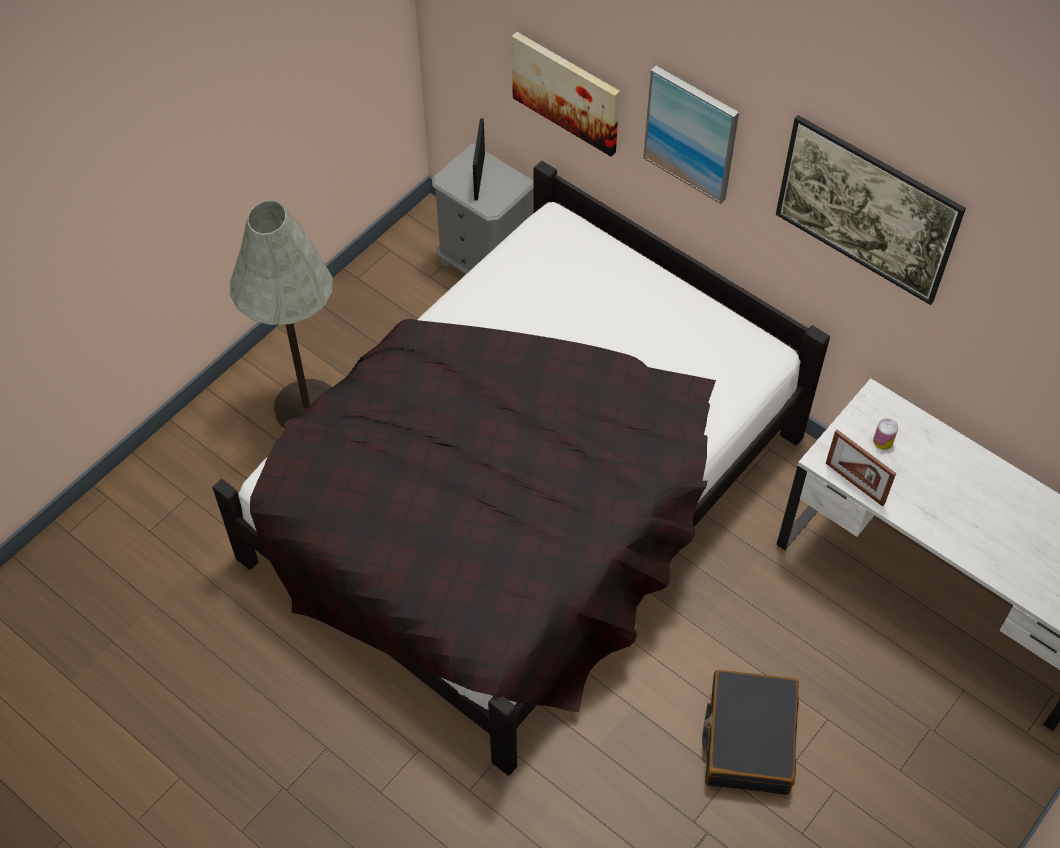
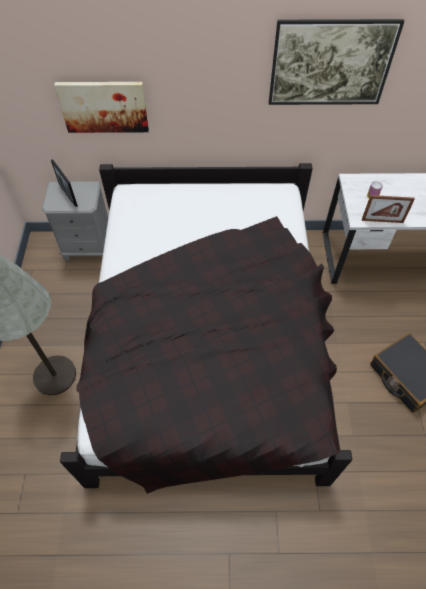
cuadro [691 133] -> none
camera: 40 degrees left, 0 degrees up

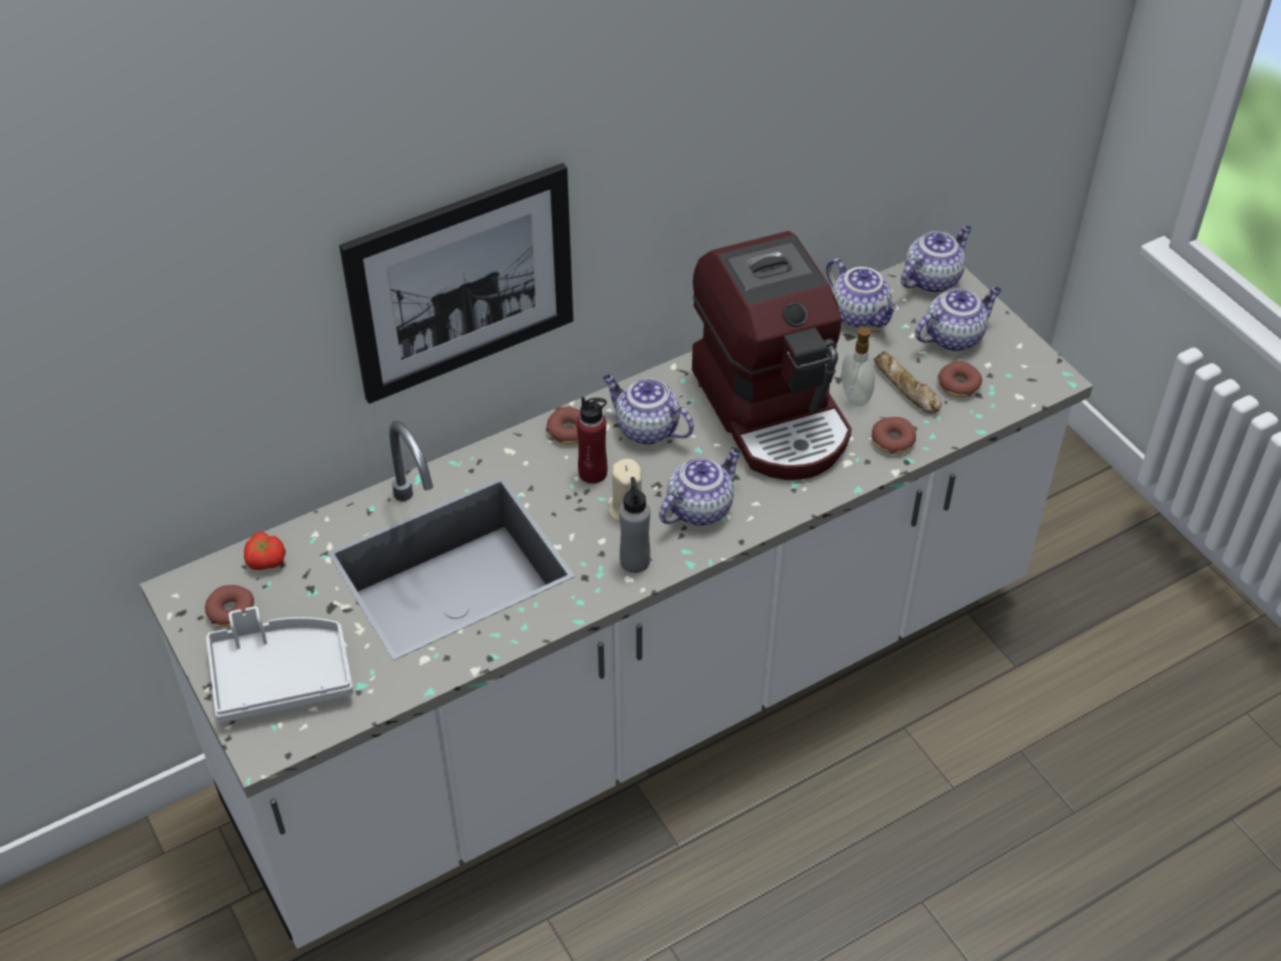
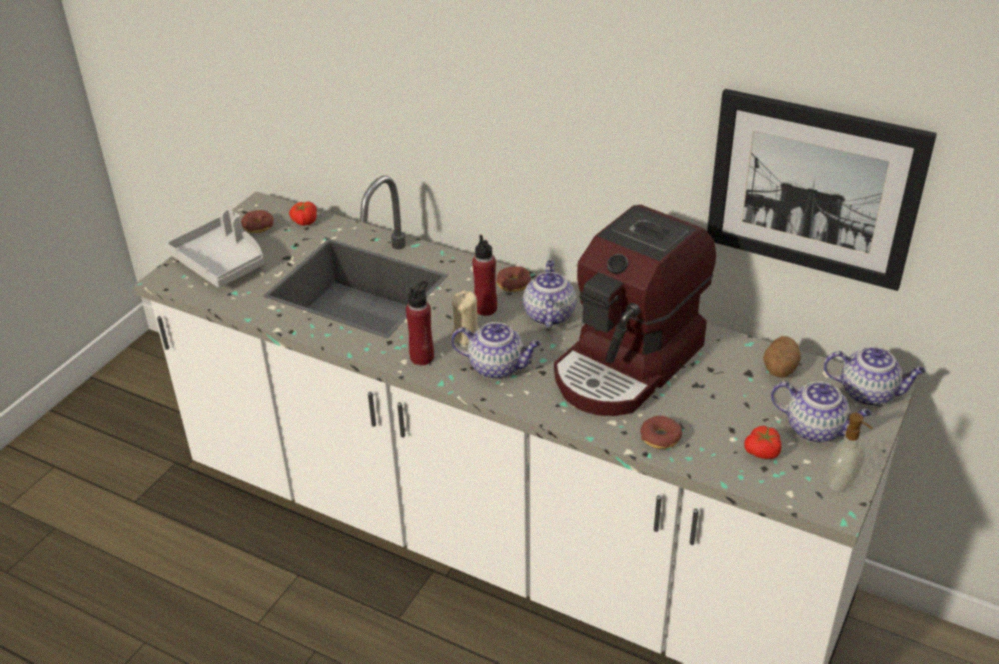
cuadro [462 283] -> cuadro [813 189], shifted
botella/gris [635 561] -> botella/rojo [422 357]
tetera [860 315] -> patata [779 370]
dispensador de jabón [856 396] -> dispensador de jabón [842 483], shifted
pan [906 388] -> none
rosquilla [959 385] -> tomate [763 452]
camera: 60 degrees right, 10 degrees down

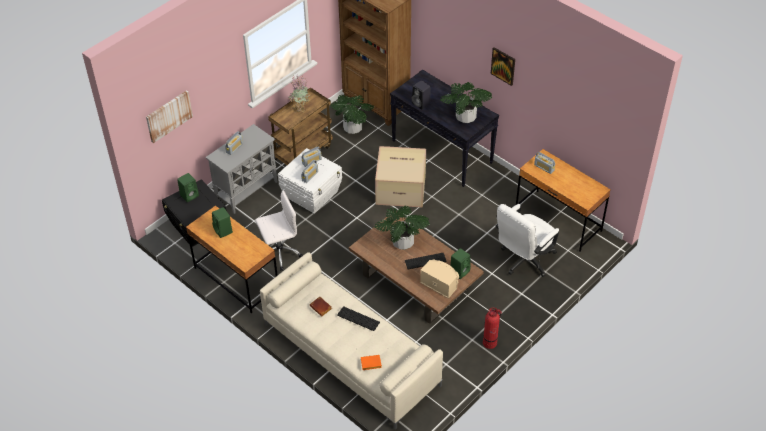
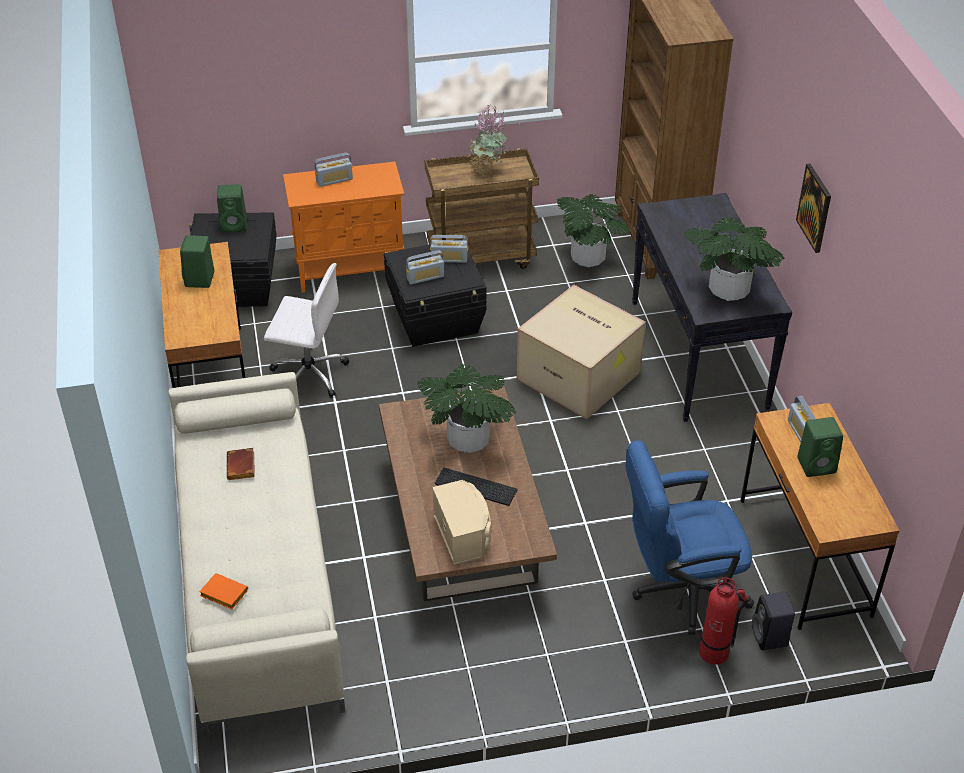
cuadro [168 116] -> none
armario/gris [247 190] -> armario/naranja [351 270]
caja de almacenaje/blanco [312 194] -> caja de almacenaje/negro [436 319]
teclado [357 319] -> none
altavoz/negro [421 103] -> altavoz/negro [770 637], shifted
altavoz/verde [460 271] -> altavoz/verde [817 465], shifted
extintor [490 342] -> extintor [715 652], shifted
silla de oficina/blanco [524 261] -> silla de oficina/azul [679 590]
camera: 35 degrees right, 5 degrees down

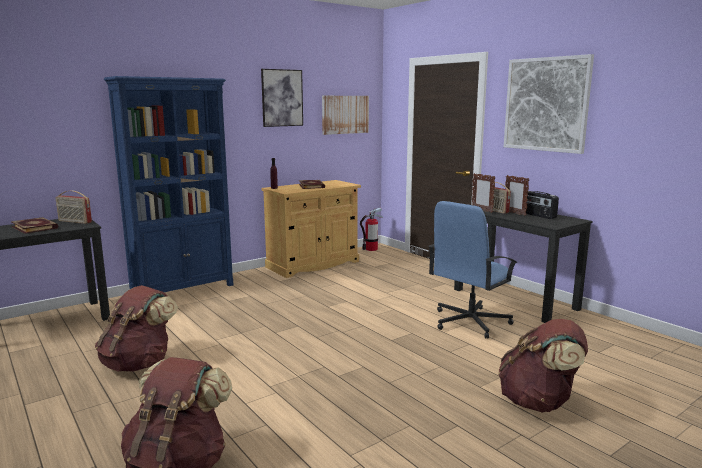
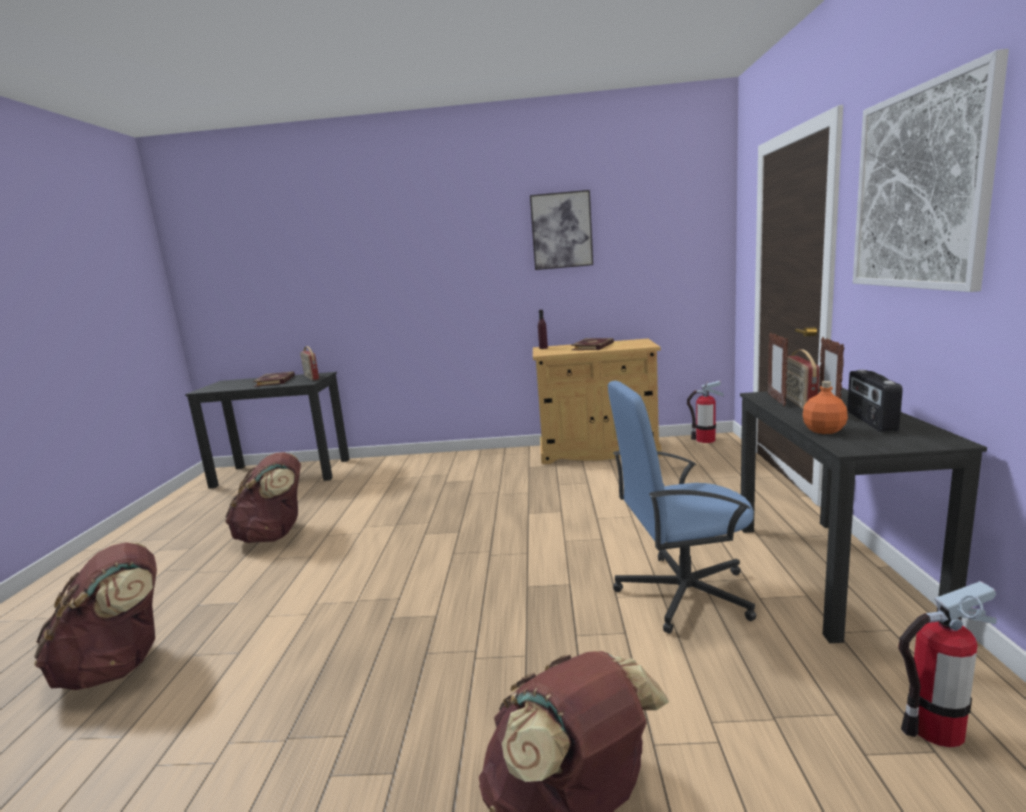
estantería/azul [183 289] -> none
cuadro [345 114] -> none
none -> botella/naranja [823 430]
none -> extintor [935 728]
camera: 40 degrees right, 0 degrees up

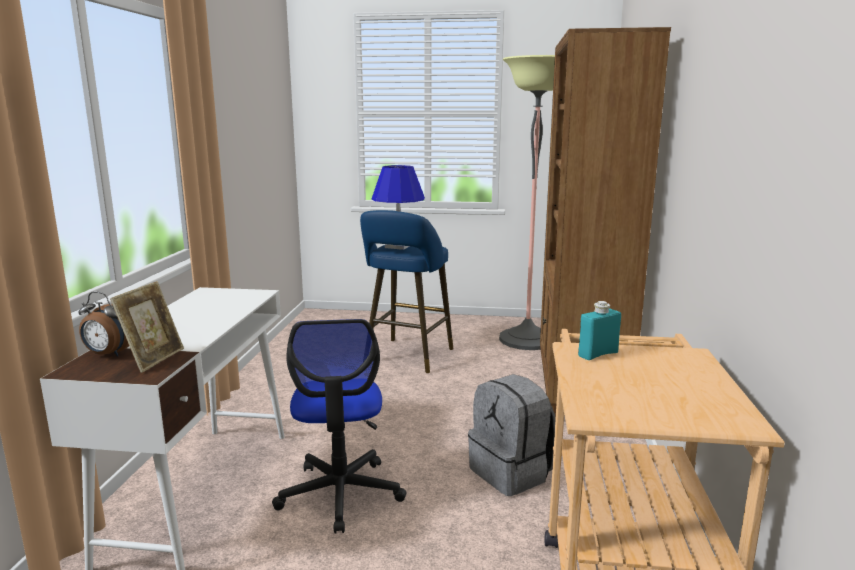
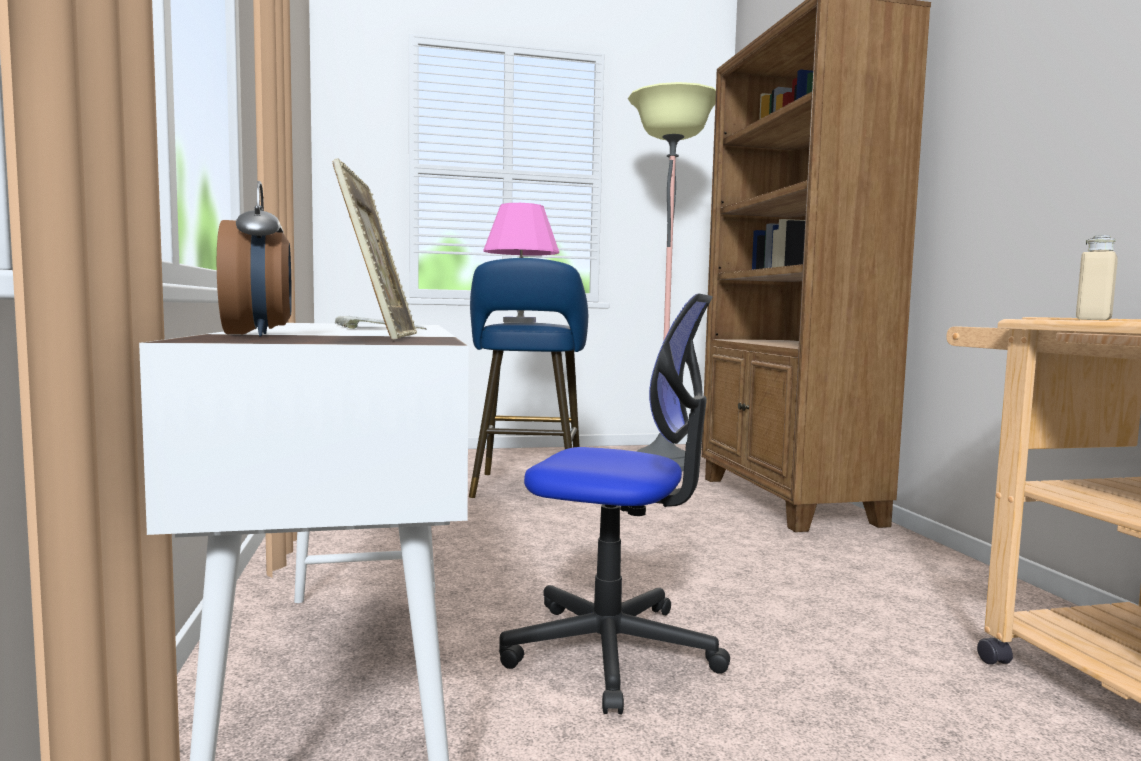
despertador [108 354] -> despertador [258 335], 105 degrees counterclockwise
silla de oficina [340 494] -> silla de oficina [612 650], 45 degrees counterclockwise
lámpara de mesa/azul [398 246] -> lámpara de mesa/rosa [520 321]
mochila/gris [512 473] -> none
botella/turquesa [598 354] -> botella/beis [1093 320]
none -> teclado [374 326]
camera: 20 degrees left, 10 degrees down

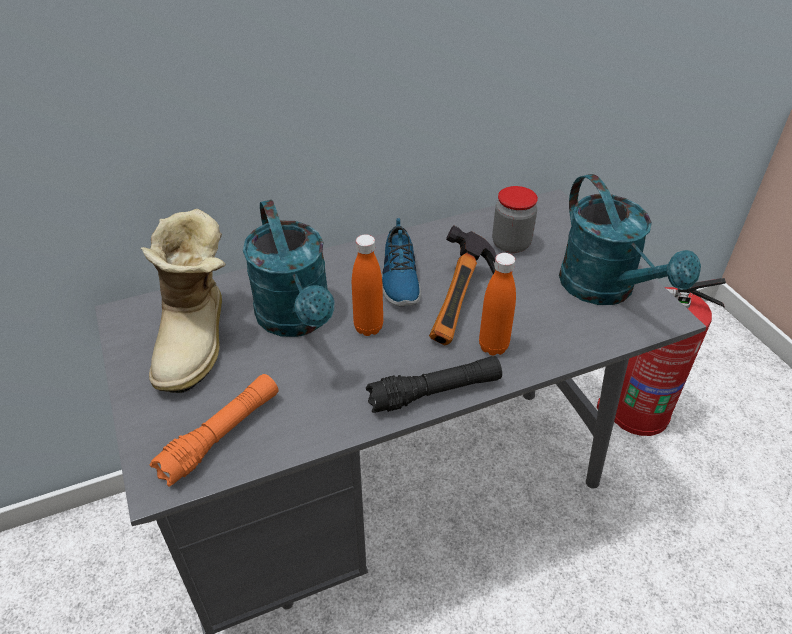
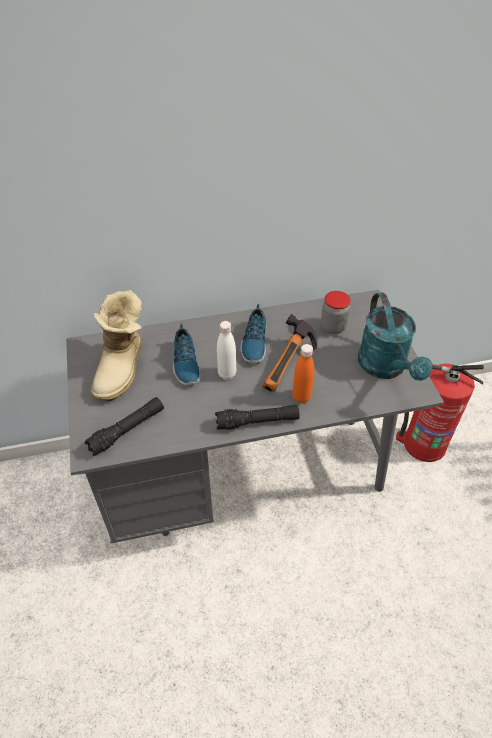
linterna/naranja [221 435] -> linterna/negro [127 430]
regadera/turquesa [298 320] -> zapato [185 363]
botella/naranja [368 327] -> botella/blanco [227 374]
camera: 10 degrees right, 5 degrees up

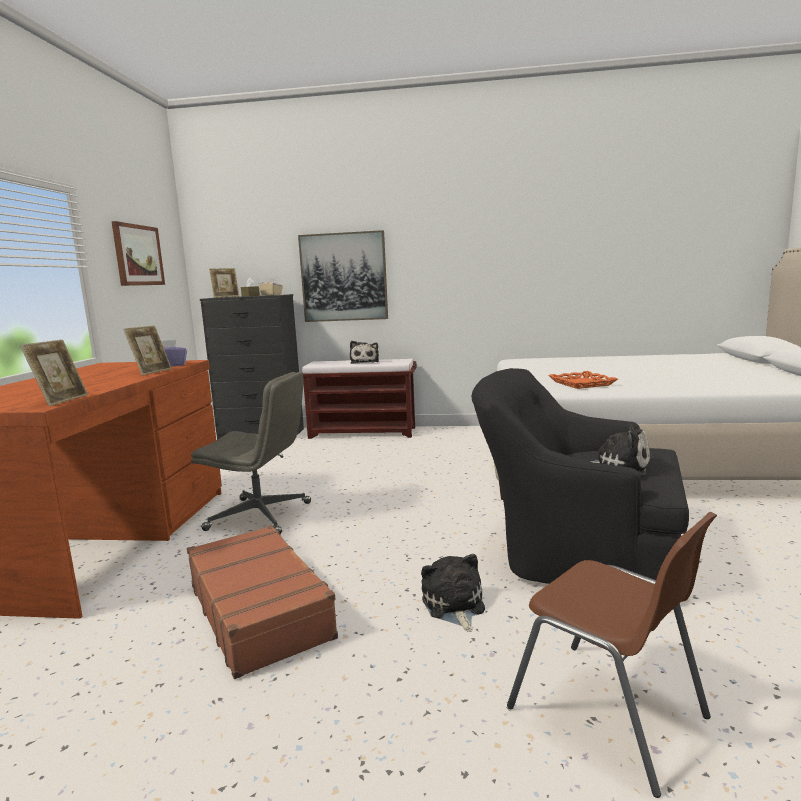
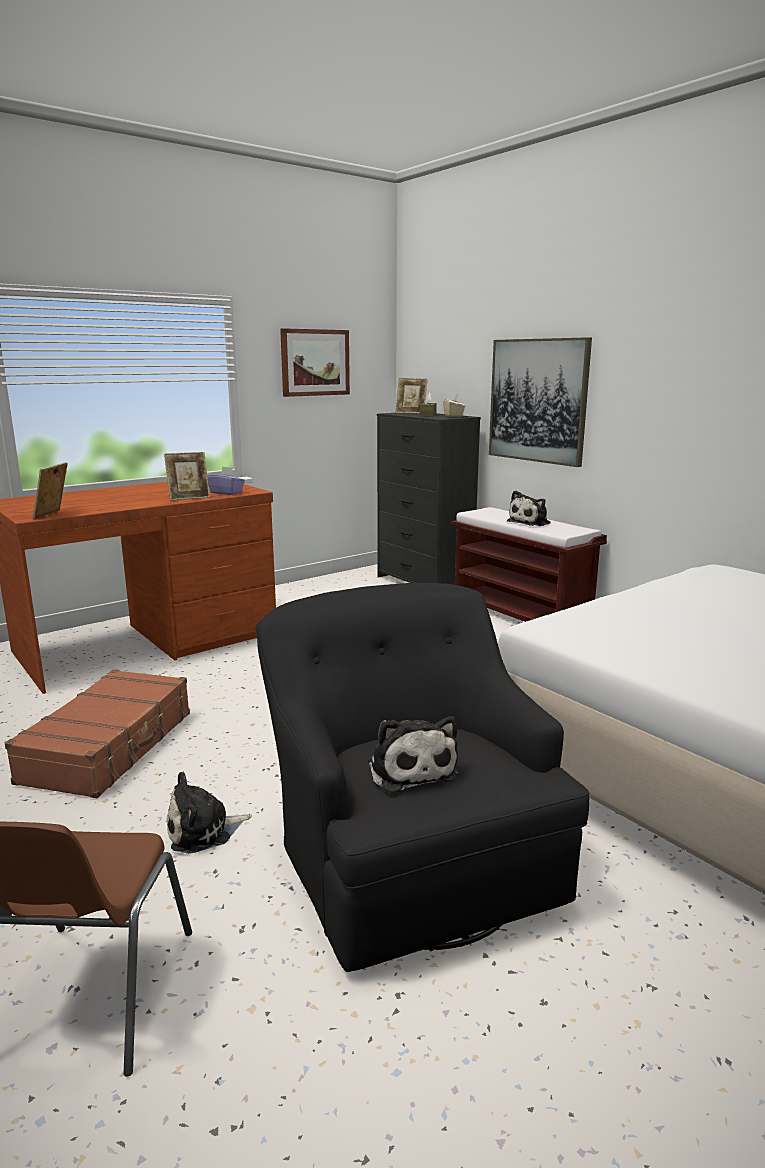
portarretratos [61 400] -> portarretratos [53 515], 135 degrees clockwise
silla de oficina/gris [261 516] -> none
peluche [454 606] -> peluche [203 830], 150 degrees counterclockwise
bandeja/naranja [581 383] -> none
camera: 45 degrees right, 5 degrees up

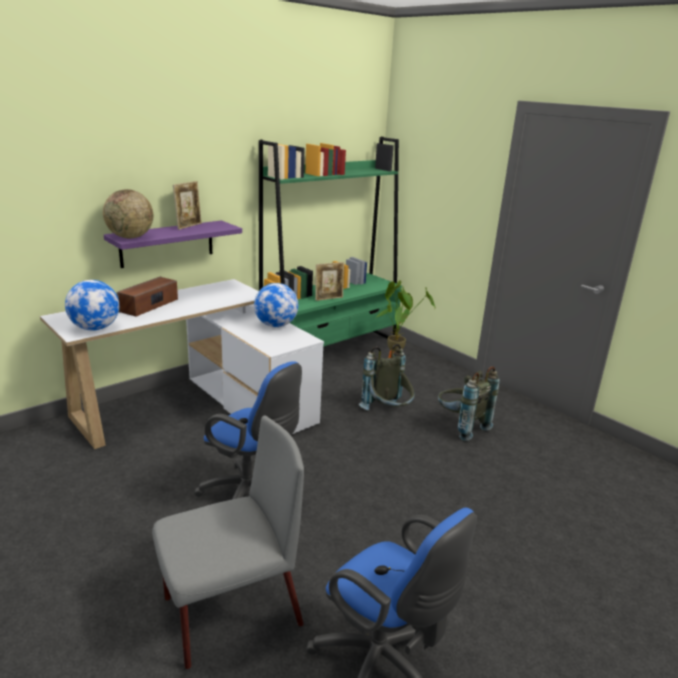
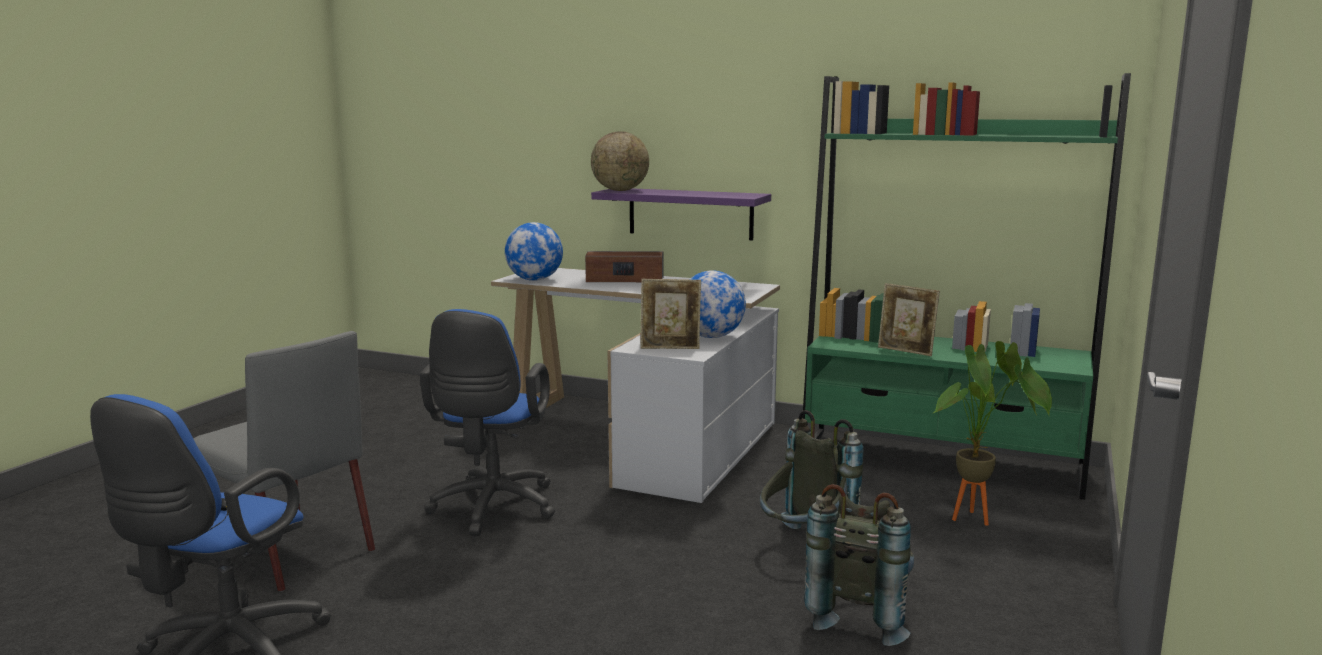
portarretratos [189 226] -> portarretratos [670 348], shifted
camera: 65 degrees right, 10 degrees down

